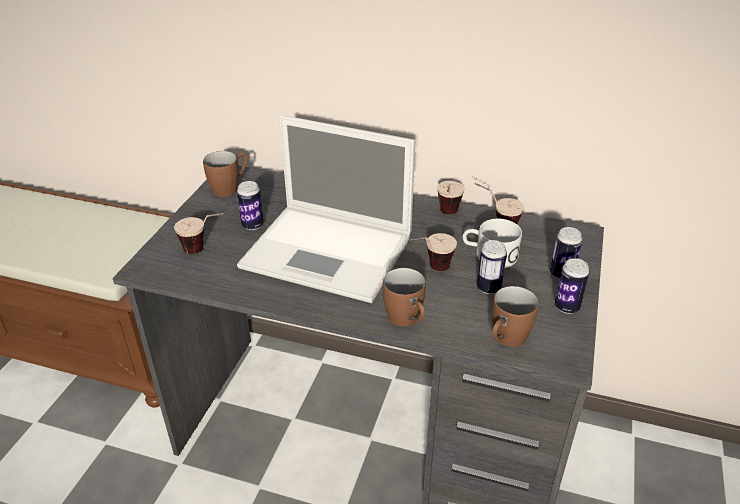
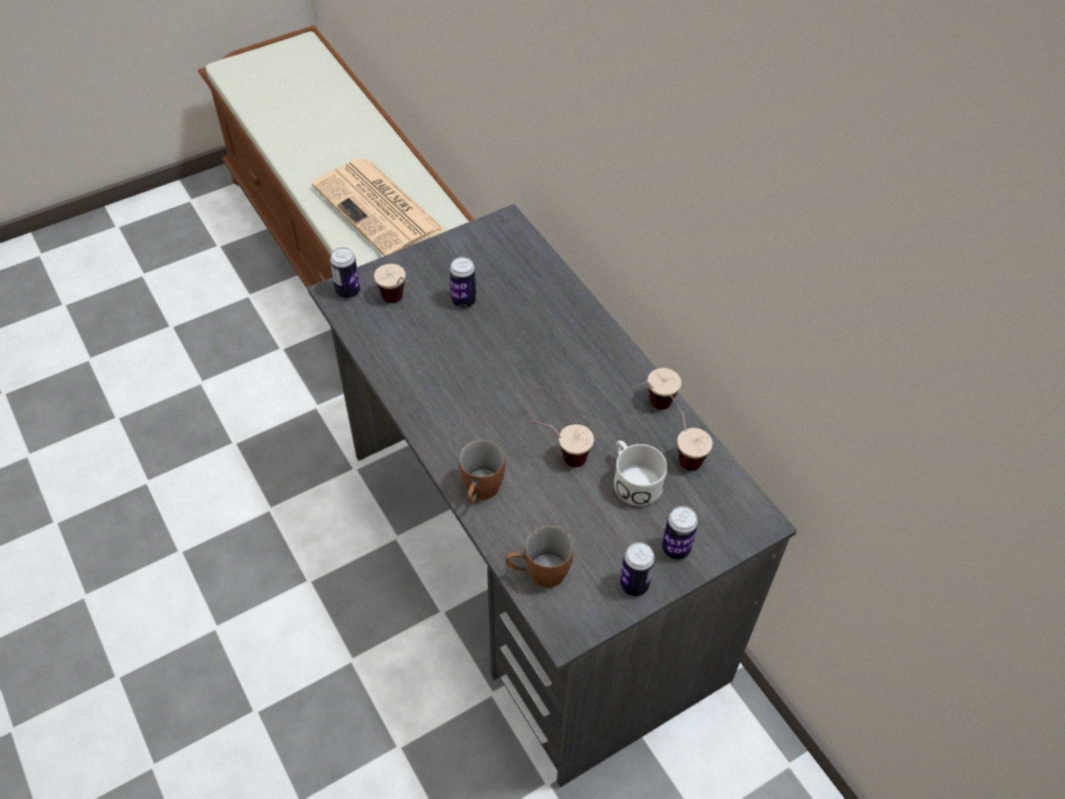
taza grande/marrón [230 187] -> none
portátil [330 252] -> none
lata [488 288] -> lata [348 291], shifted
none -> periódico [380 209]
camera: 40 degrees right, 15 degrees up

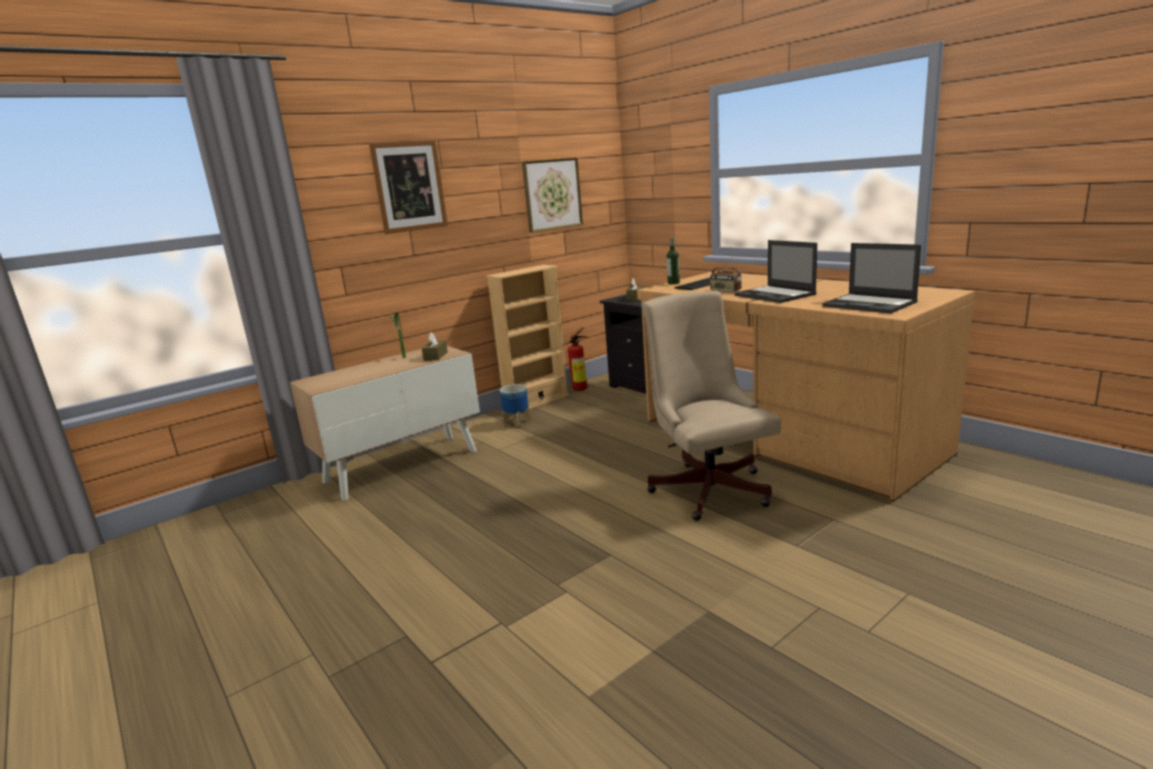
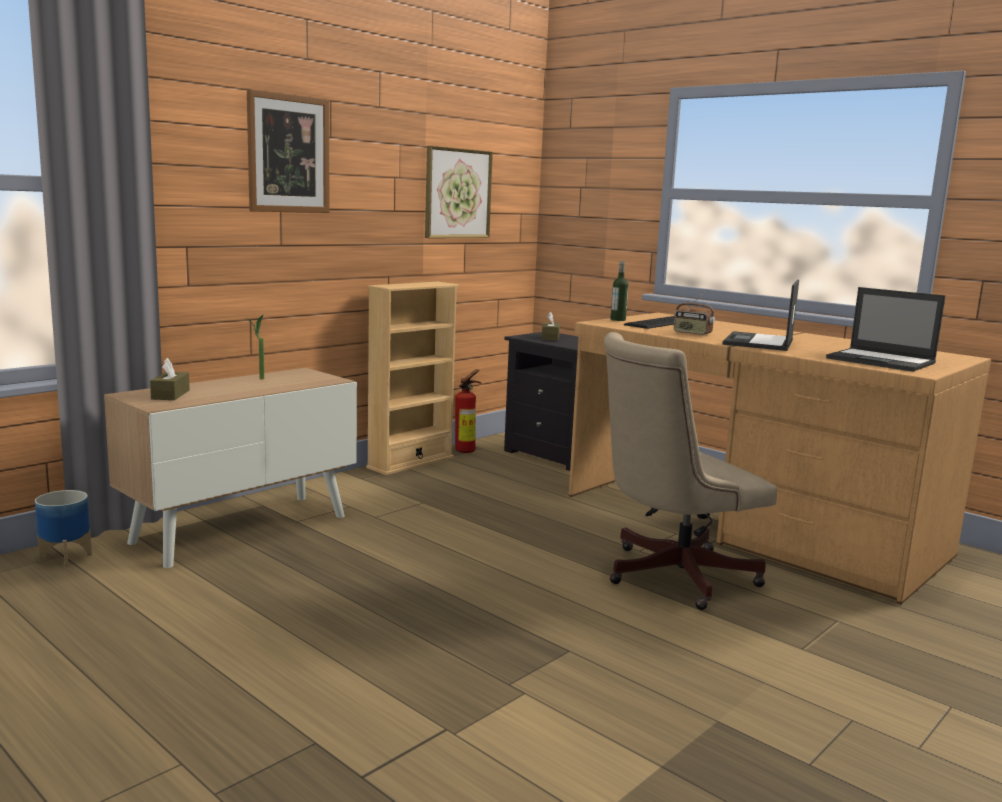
caja de pañuelos/marrón [435 356] -> caja de pañuelos/marrón [170 395], shifted
maceta [516 422] -> maceta [65 558], shifted
silla de oficina/beis [707 486] -> silla de oficina/beis [670 576], 90 degrees counterclockwise
portátil [775 295] -> portátil [758 342], 60 degrees clockwise
camera: 10 degrees left, 5 degrees down

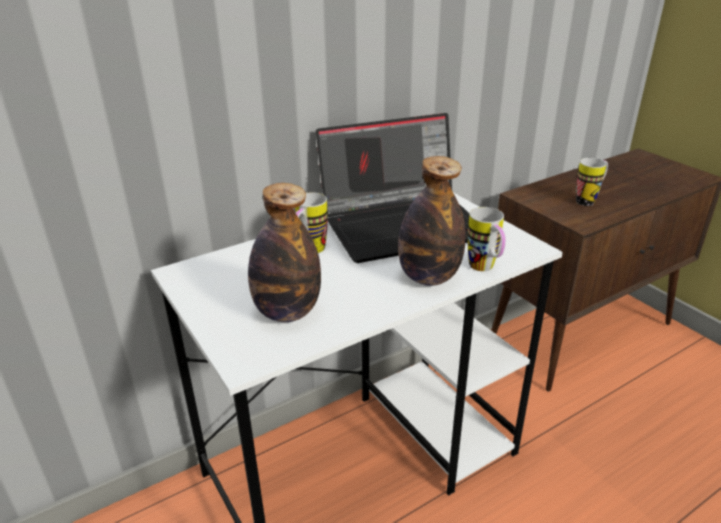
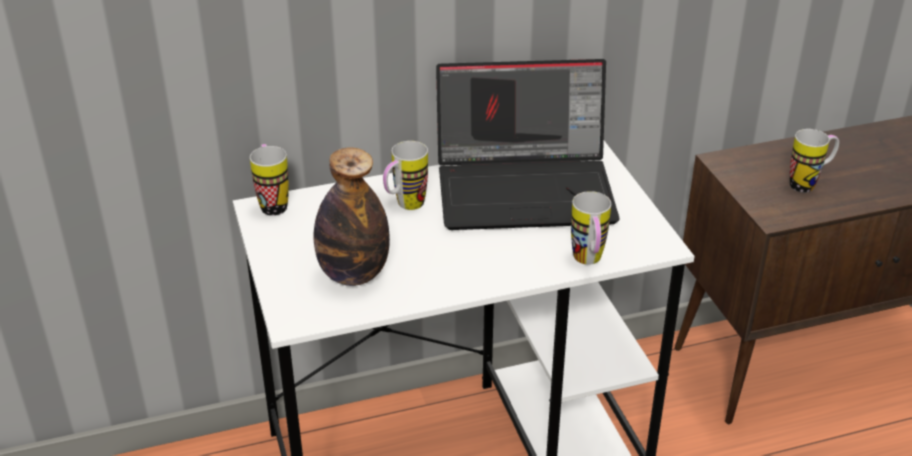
botella [428 277] -> none
none -> taza grande [272 203]
camera: 15 degrees right, 5 degrees up

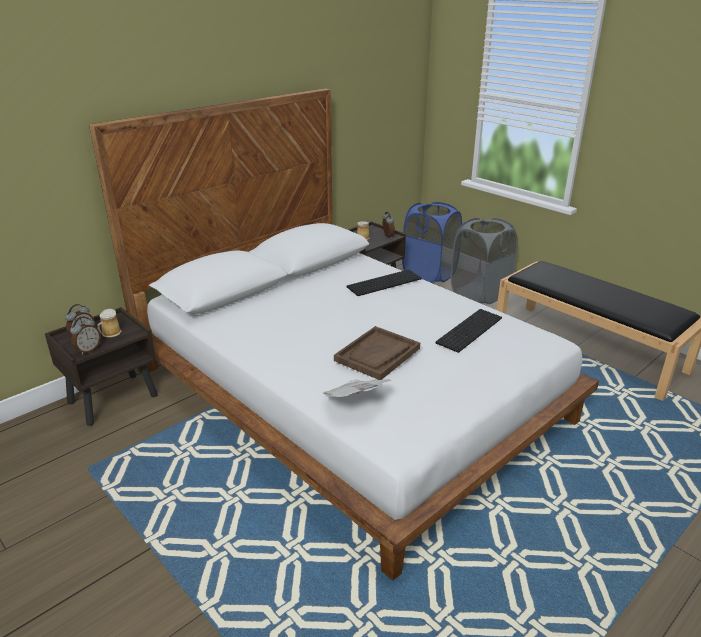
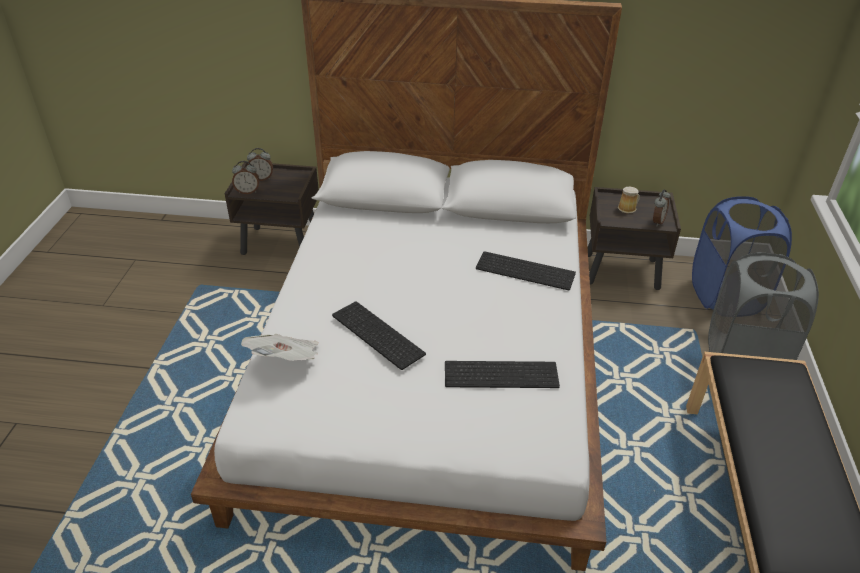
taza grande [110 333] -> none
bandeja/marrón [377 354] -> teclado [375 335]
camera: 50 degrees right, 10 degrees up

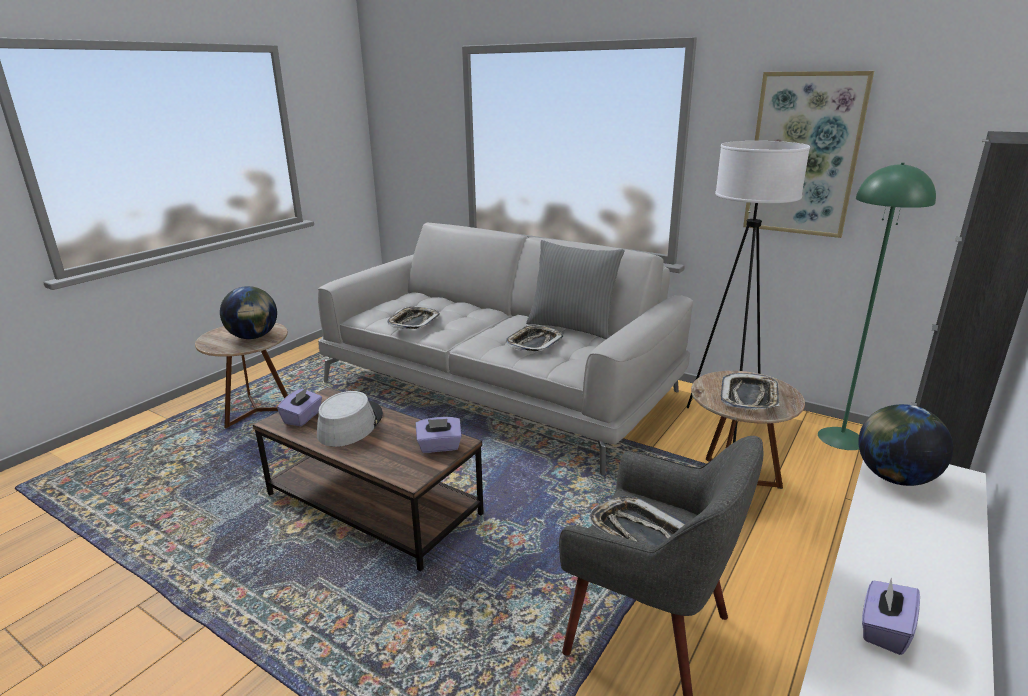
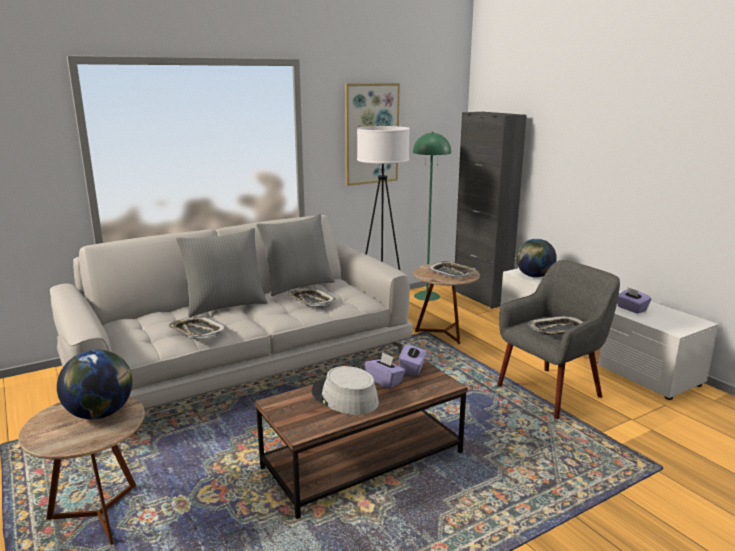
caja de pañuelos/morado [303 418] -> caja de pañuelos/morado [385 381], shifted
none -> cojín/gris [225 306]
camera: 65 degrees left, 5 degrees down

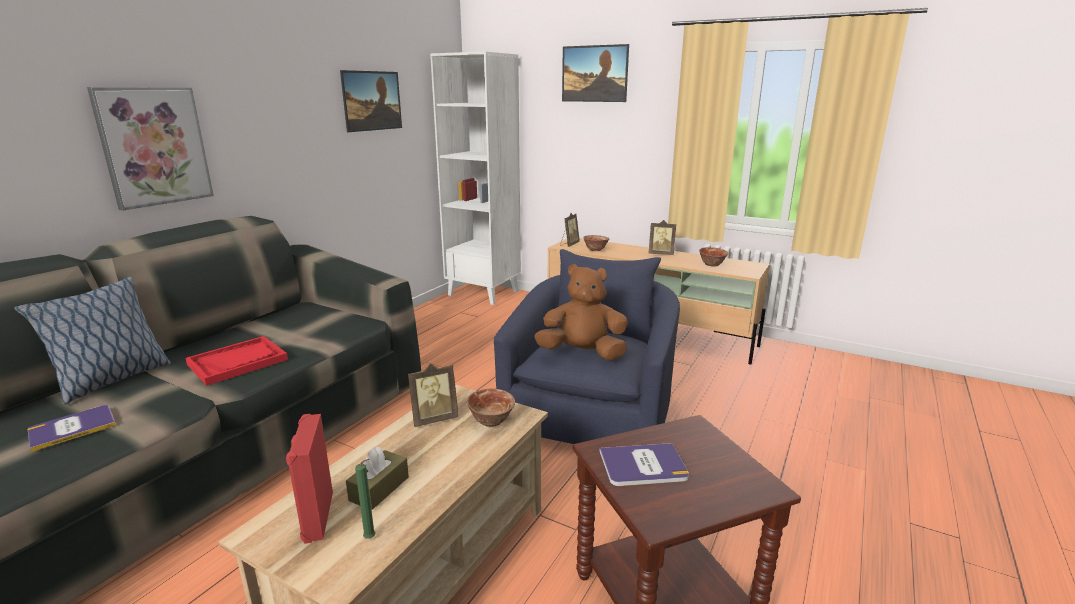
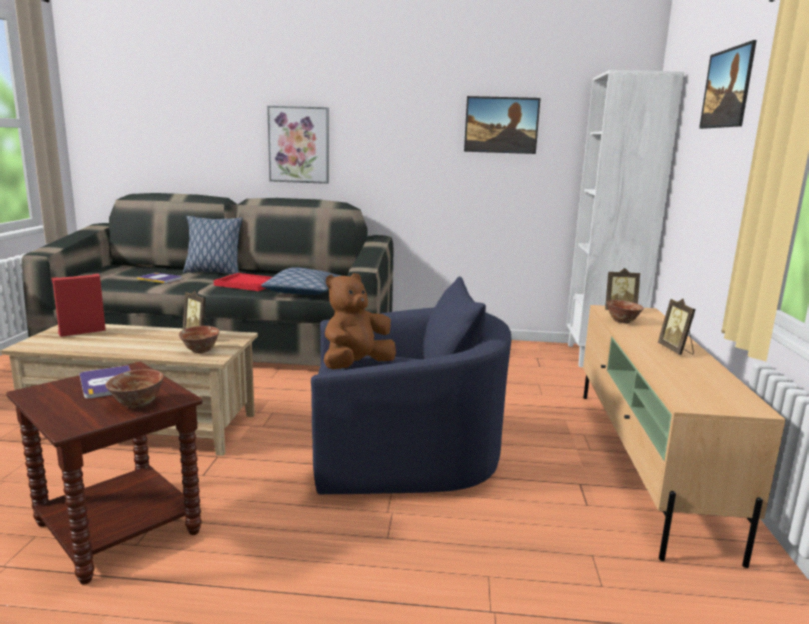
caja de pañuelos/marrón [379 489] -> none
vela/verde [371 538] -> none
peluche/marrón [582 353] -> peluche/marrón [356 366], 120 degrees counterclockwise
cuenco [712 265] -> cuenco [138 404], shifted
none -> cojín [305 292]
camera: 65 degrees right, 5 degrees down

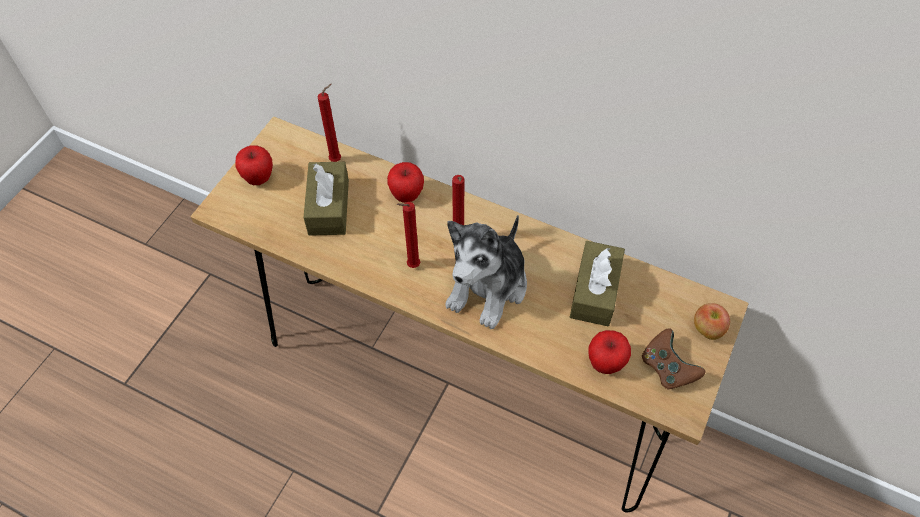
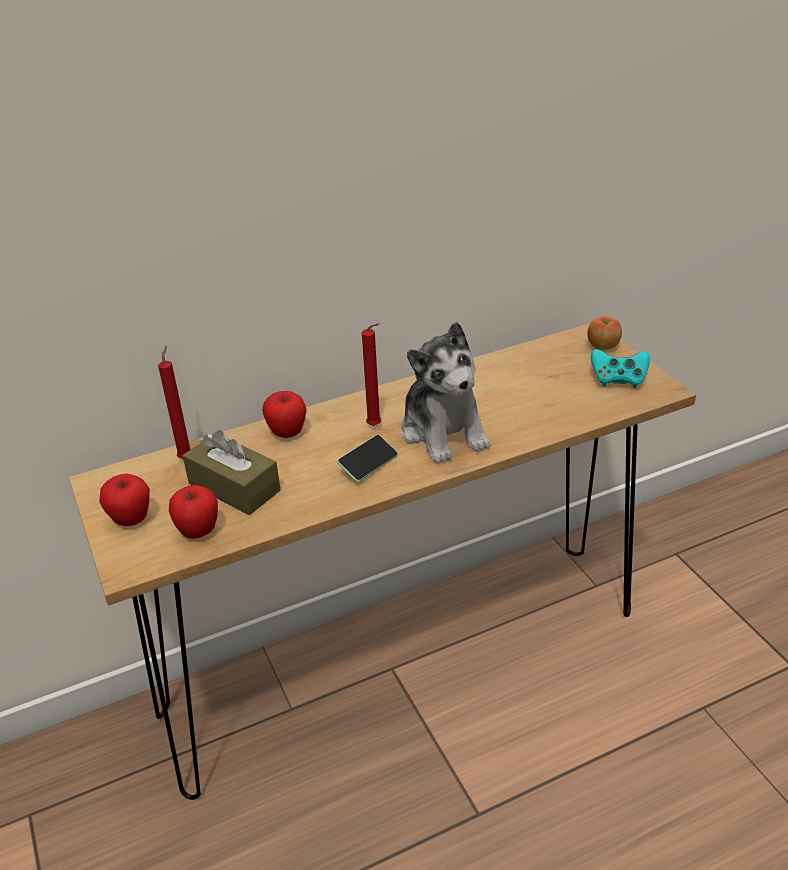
vela/rojo [411 266] -> móvil [368 465]
caja de pañuelos/marrón [595 291] -> none
manzana [605 363] -> manzana [198 532], shifted
mando de consola/marrón [667 368] -> mando de consola/turquesa [618 379]
camera: 50 degrees left, 20 degrees down

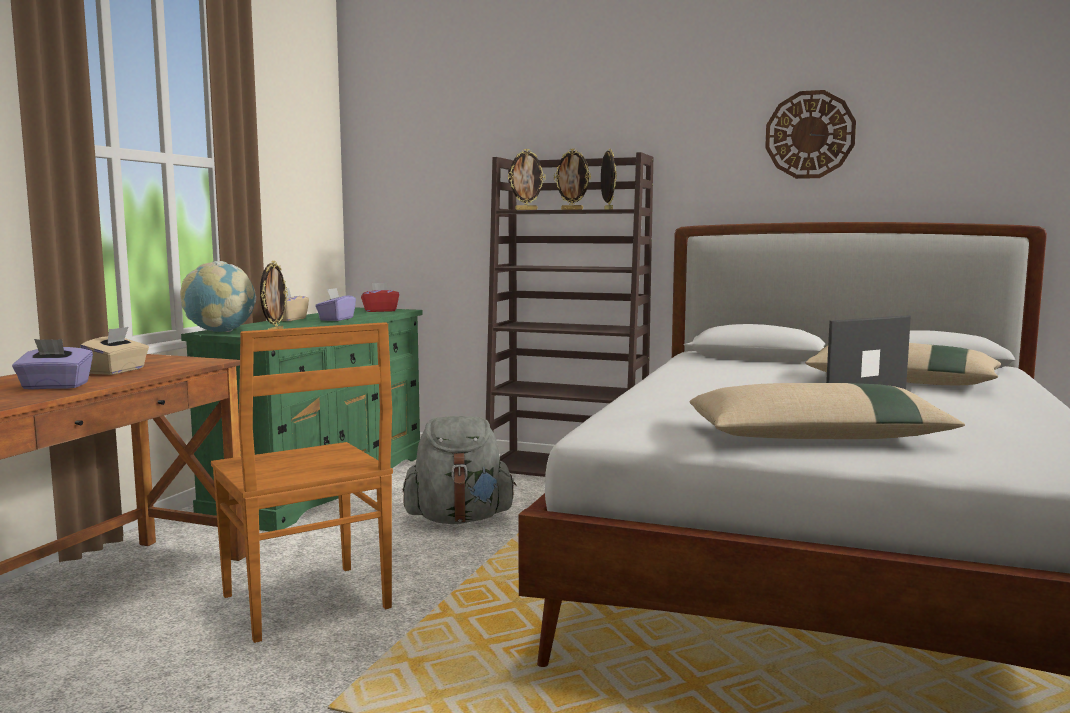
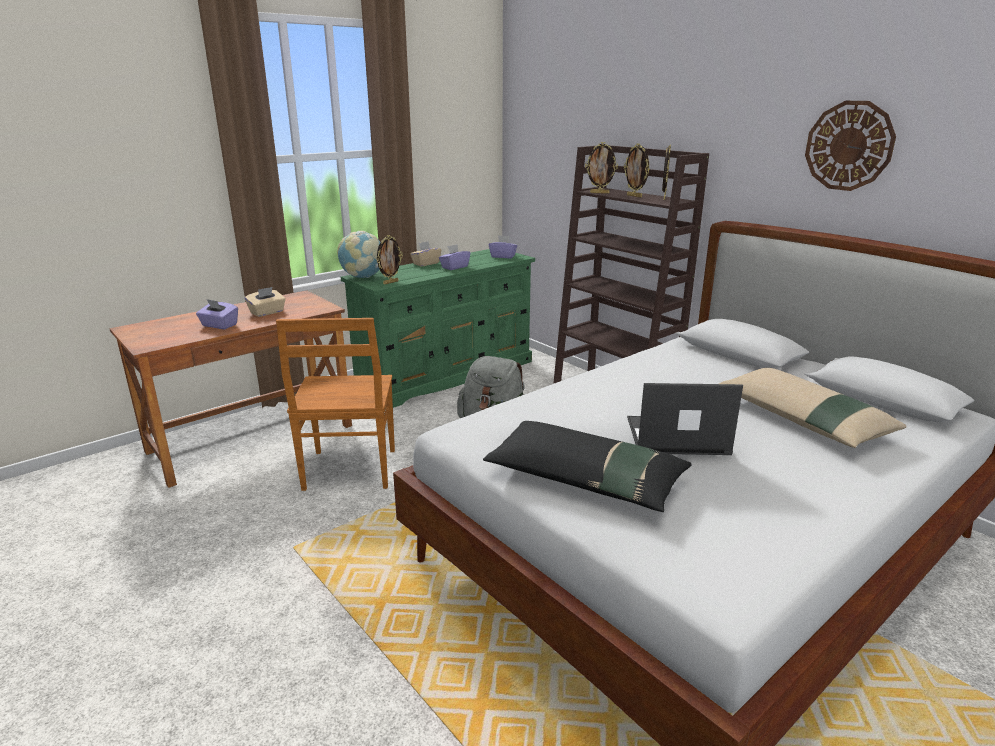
caja de pañuelos/rojo [380 311] -> caja de pañuelos/morado [503 256]
cojín/beis [818 438] -> cojín/negro [585 479]
camera: 30 degrees right, 15 degrees up

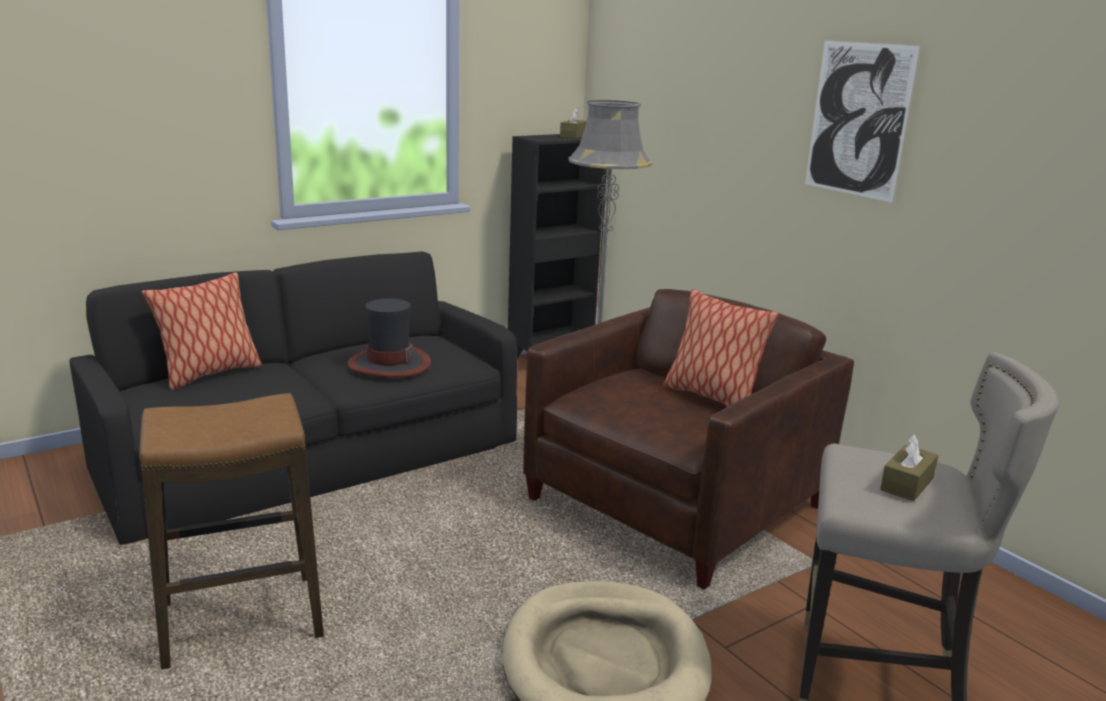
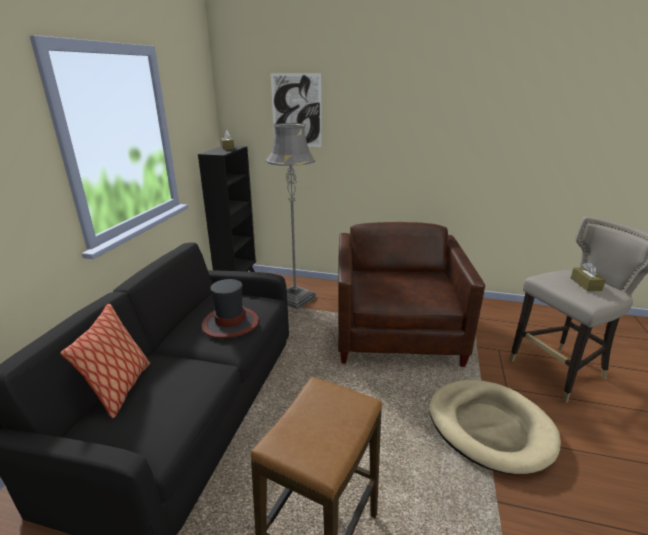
cojín [711 398] -> none
cuadro [858 120] -> cuadro [296 110], shifted
camera: 40 degrees left, 5 degrees up

